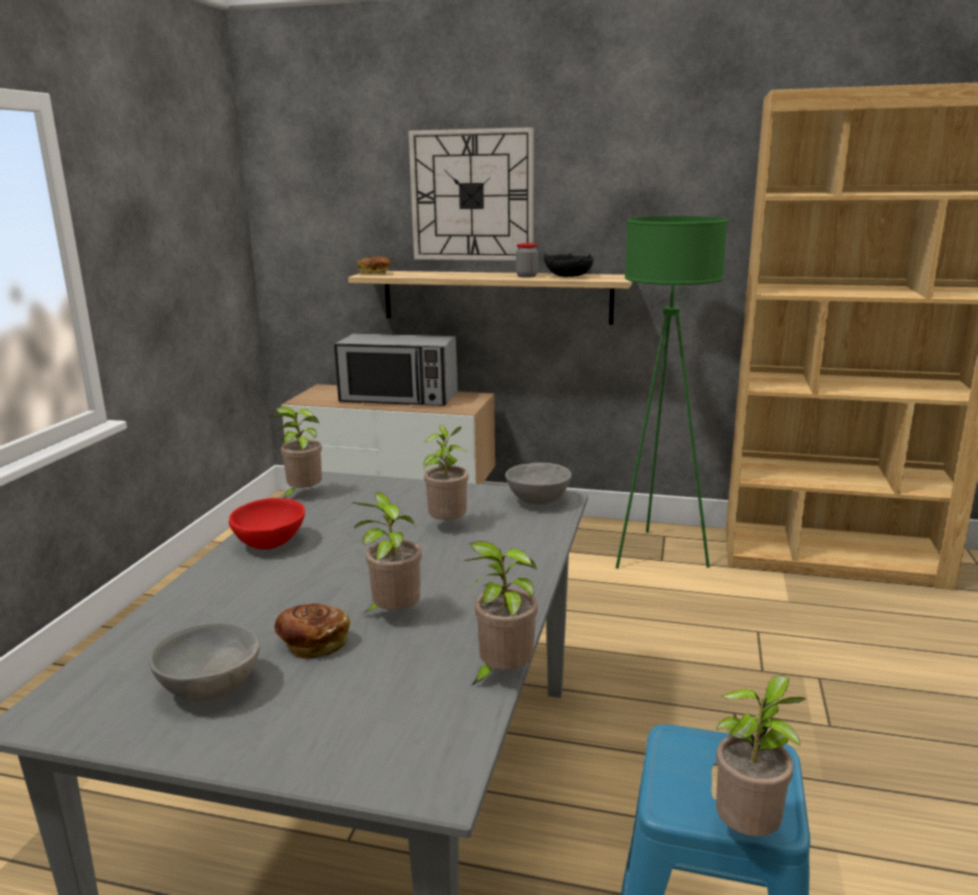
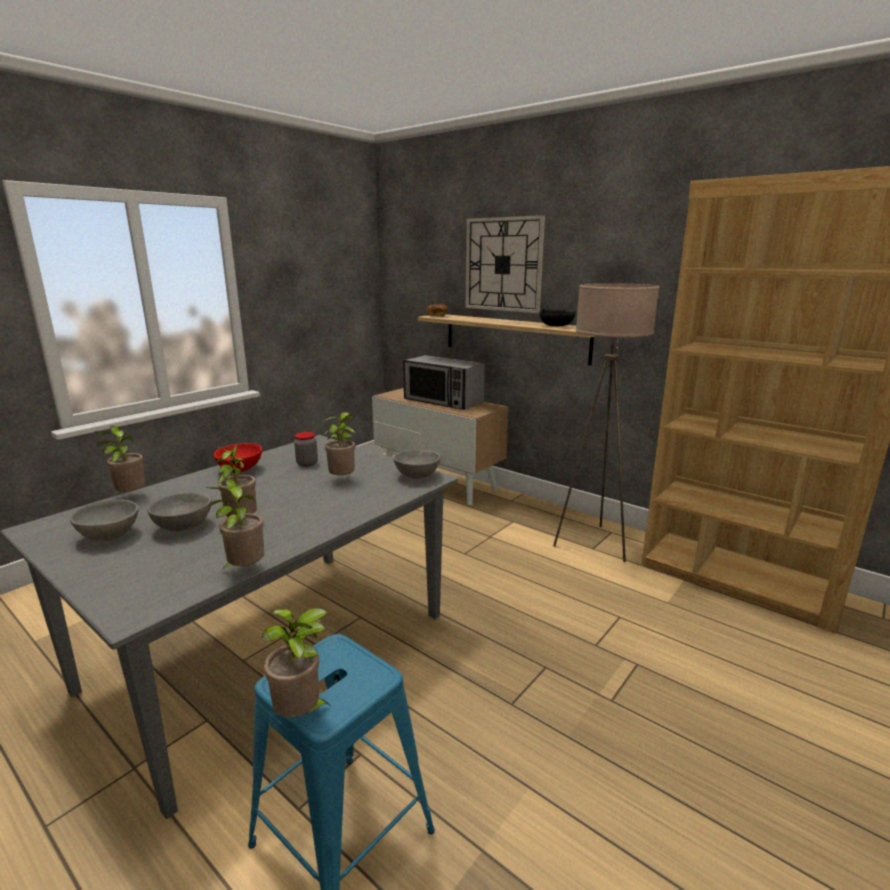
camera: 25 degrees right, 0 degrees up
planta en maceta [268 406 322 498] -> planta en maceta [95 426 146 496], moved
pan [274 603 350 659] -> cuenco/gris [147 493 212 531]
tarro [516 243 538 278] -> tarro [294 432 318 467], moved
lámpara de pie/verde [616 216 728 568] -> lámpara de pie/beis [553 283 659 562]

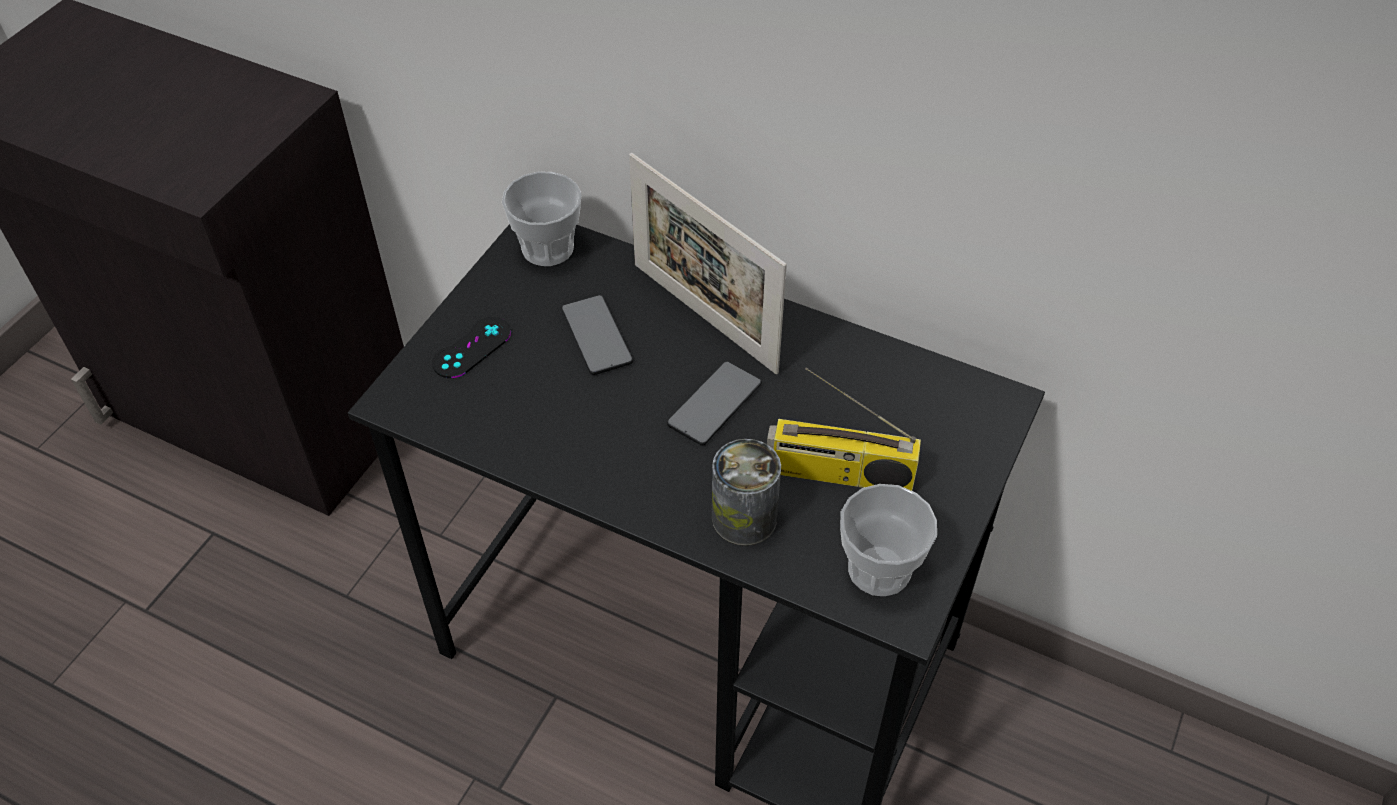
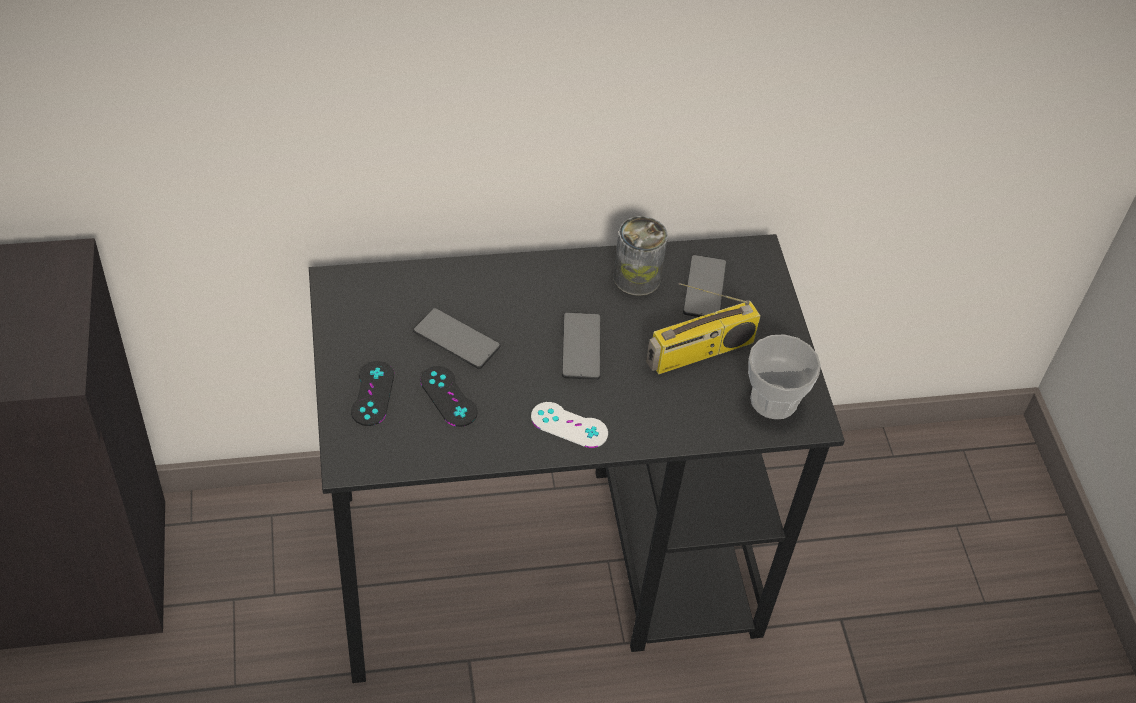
camera: 40 degrees left, 0 degrees up
none -> mando de consola/negro [420 366 478 427]
none -> mando de consola/blanco [531 402 608 448]
lata [712 439 781 546] -> lata [613 216 668 296], moved
none -> móvil [683 255 727 317]
taza [502 171 582 266] -> none
portarretratos [629 153 787 374] -> none

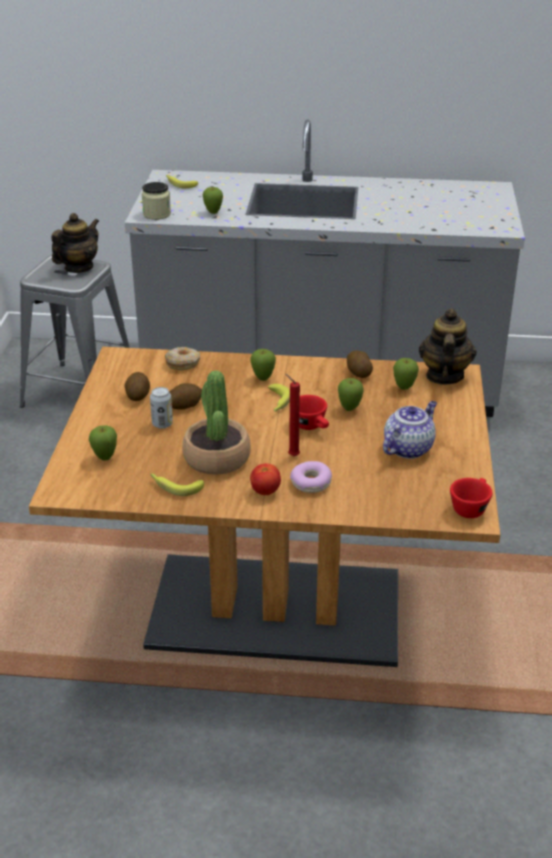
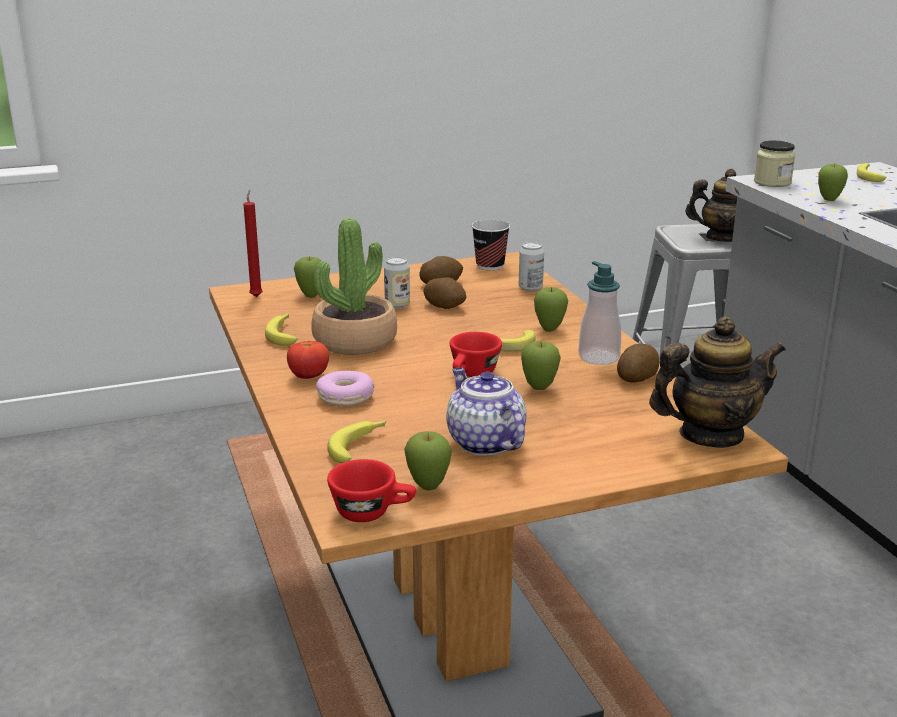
camera: 65 degrees right, 10 degrees down
vela/rojo [285 374 300 456] -> vela/rojo [244 189 263 297], moved
none -> plátano [327 420 386 463]
manzana [393 358 419 390] -> manzana [404 431 452 490], moved
tetera [383 401 437 459] -> tetera [446 367 526 455], 135 degrees counterclockwise
none -> taza [472 220 510 270]
rosquilla [165 347 200 370] -> lata [519 242 544 291]
none -> dispensador de jabón [578 261 621 365]

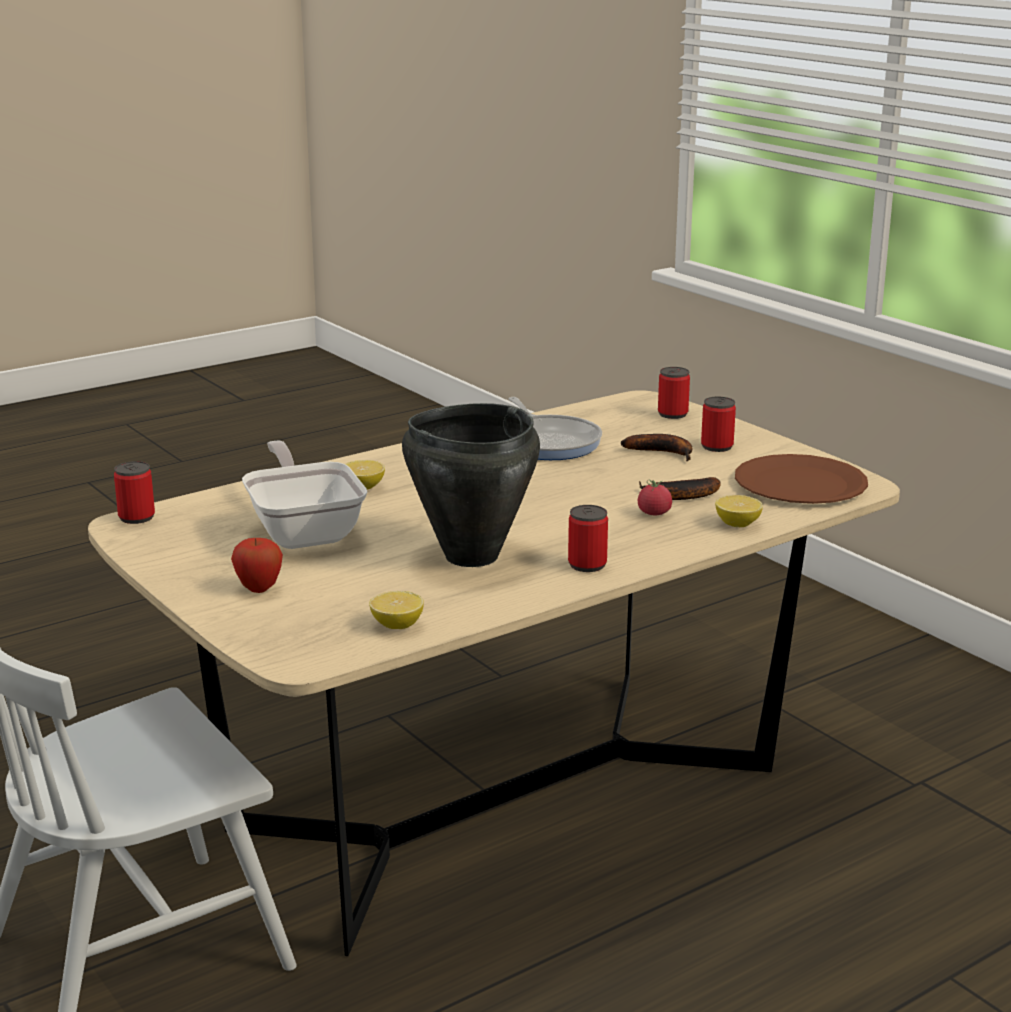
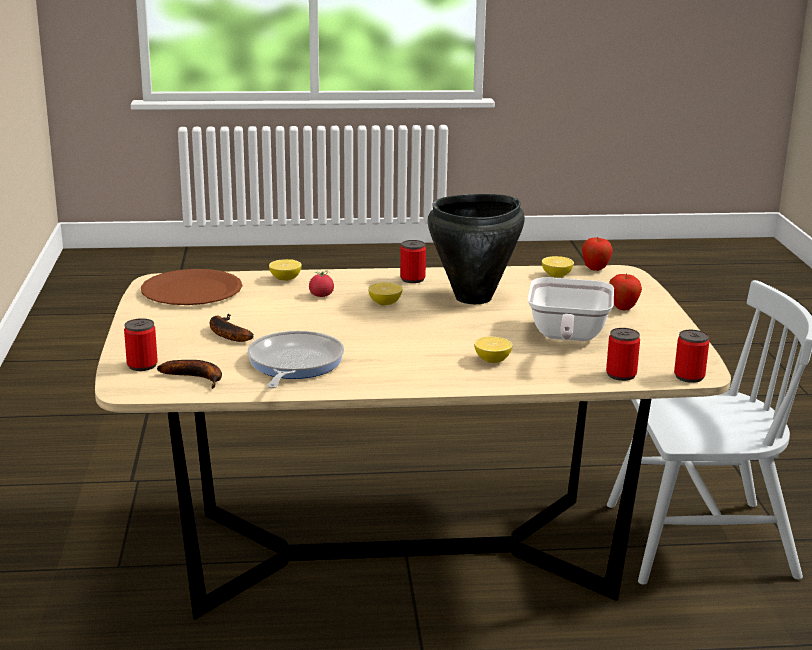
camera: 150 degrees left, 0 degrees up
plátano [639 477 721 500] -> plátano [157 360 222 389], moved
none -> limón [368 283 402 306]
none -> manzana [582 237 613 271]
lata [701 397 736 452] -> lata [606 328 640 381], moved

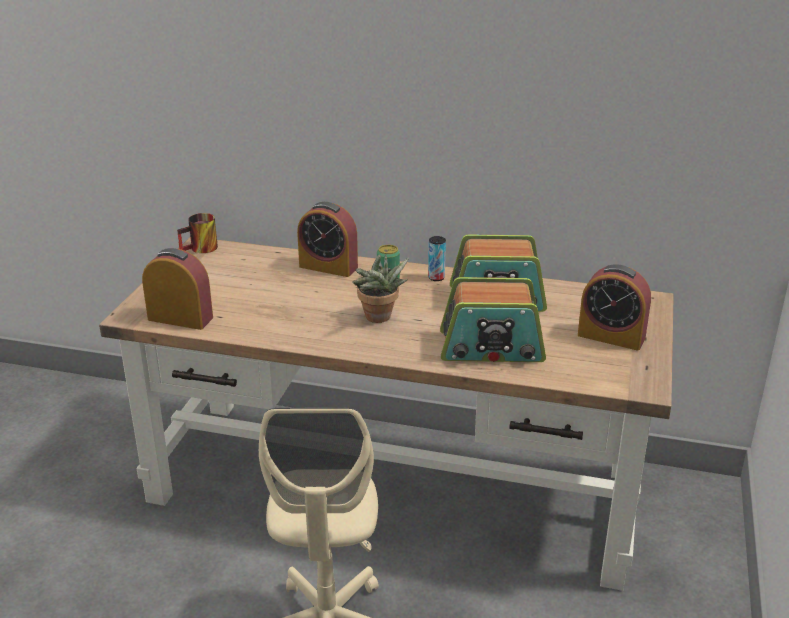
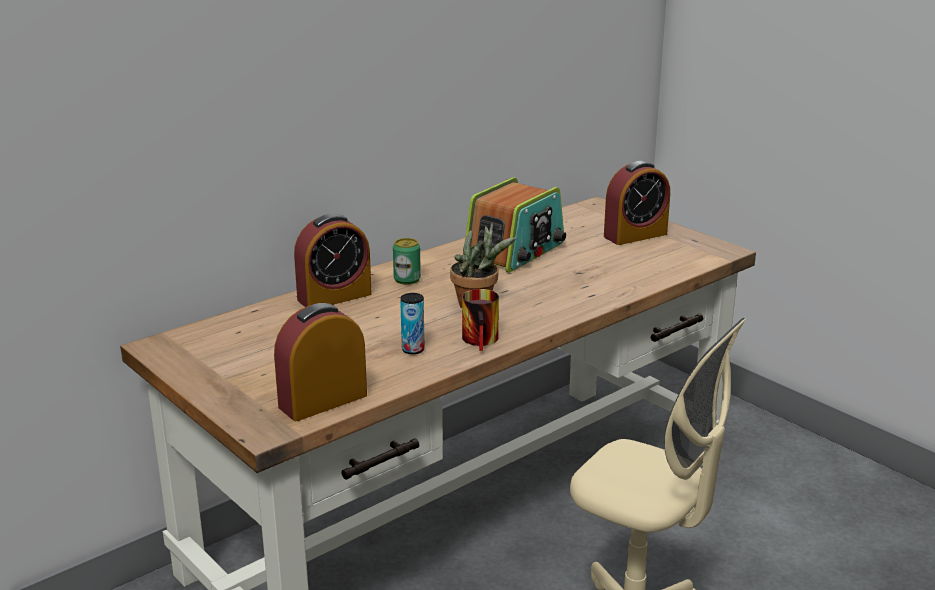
camera: 55 degrees left, 5 degrees down
lata [428 236 446 281] -> lata [400 293 425 354], moved
taza grande [177 213 218 253] -> taza grande [462 289 499 351], moved
radio [440 277 546 362] -> none

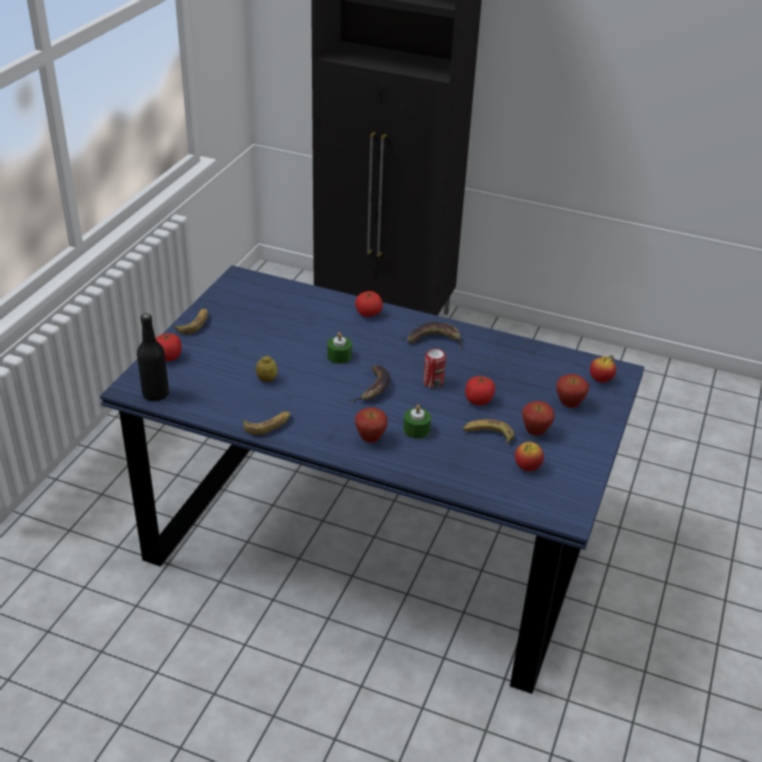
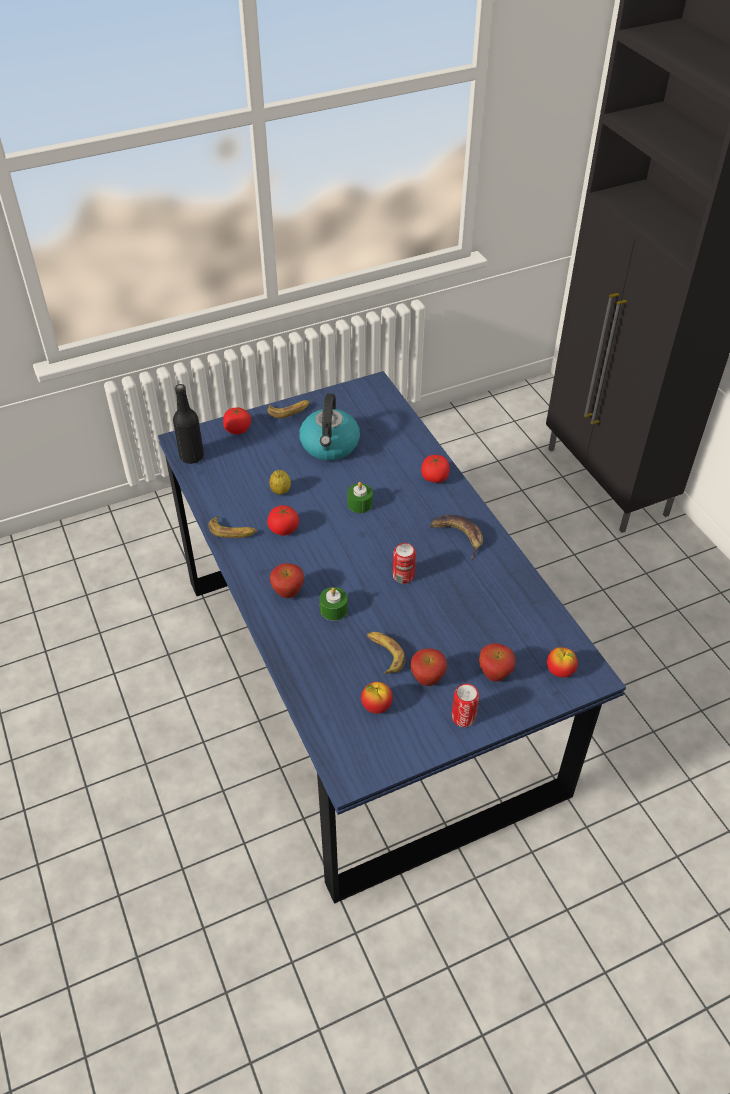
camera: 45 degrees right, 10 degrees up
tomate [465 376 495 405] -> tomate [267 505 299 536], moved
none -> hervidor [299 393 360 460]
none -> lata [452 684 479 727]
plátano [350 365 390 402] -> none

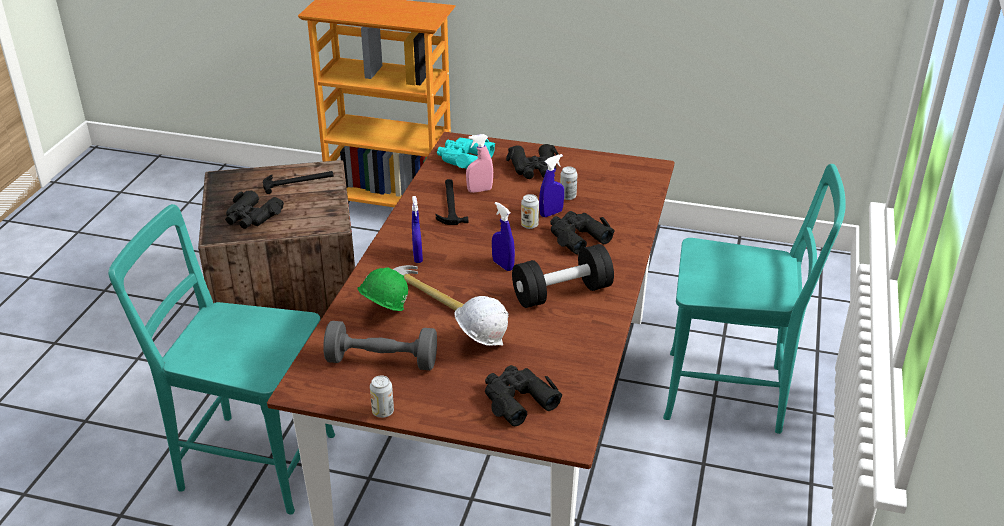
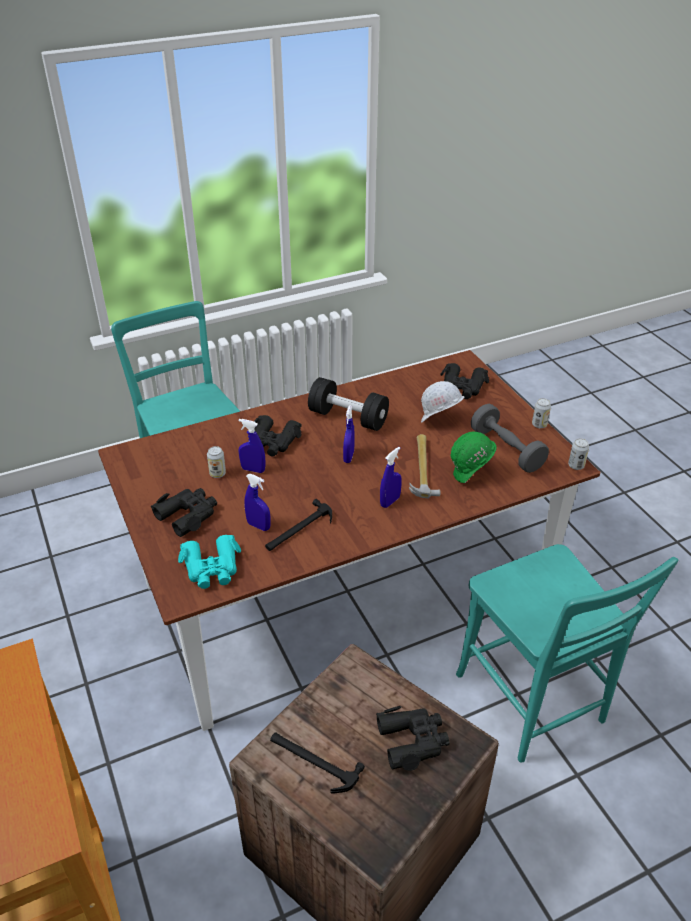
camera: 130 degrees left, 5 degrees up
pulverizador/rosa [466 134 493 193] -> pulverizador/azul [244 474 271 531]
lata [521 194 539 229] -> lata [568 438 589 470], moved

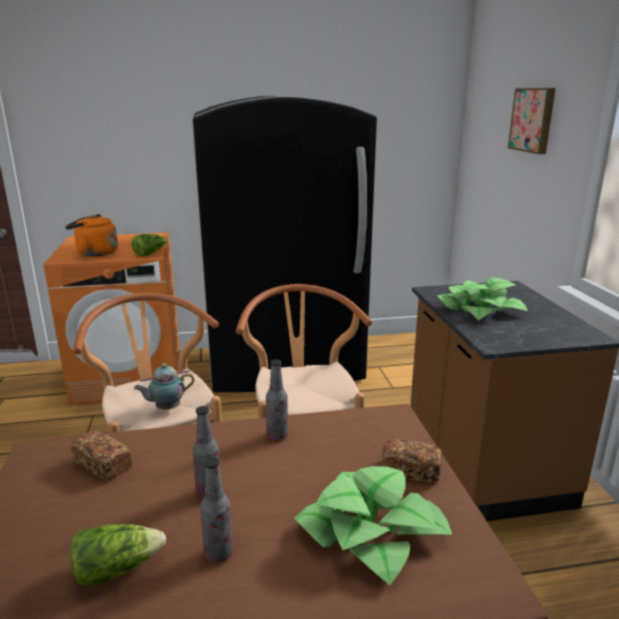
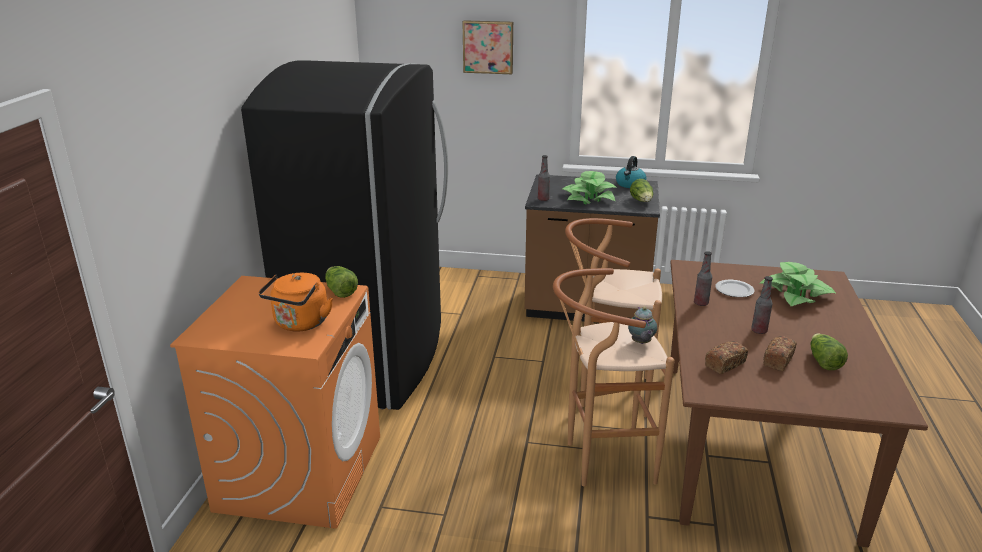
camera: 70 degrees left, 5 degrees up
botella [200 457 233 563] -> botella [538 155 550 201], moved
none -> hervidor [616 156 646 188]
none -> lechuga [630 179 653 202]
none -> plato [715 280 754 297]
pan [382 439 442 483] -> pan [763 336 797 371], moved

